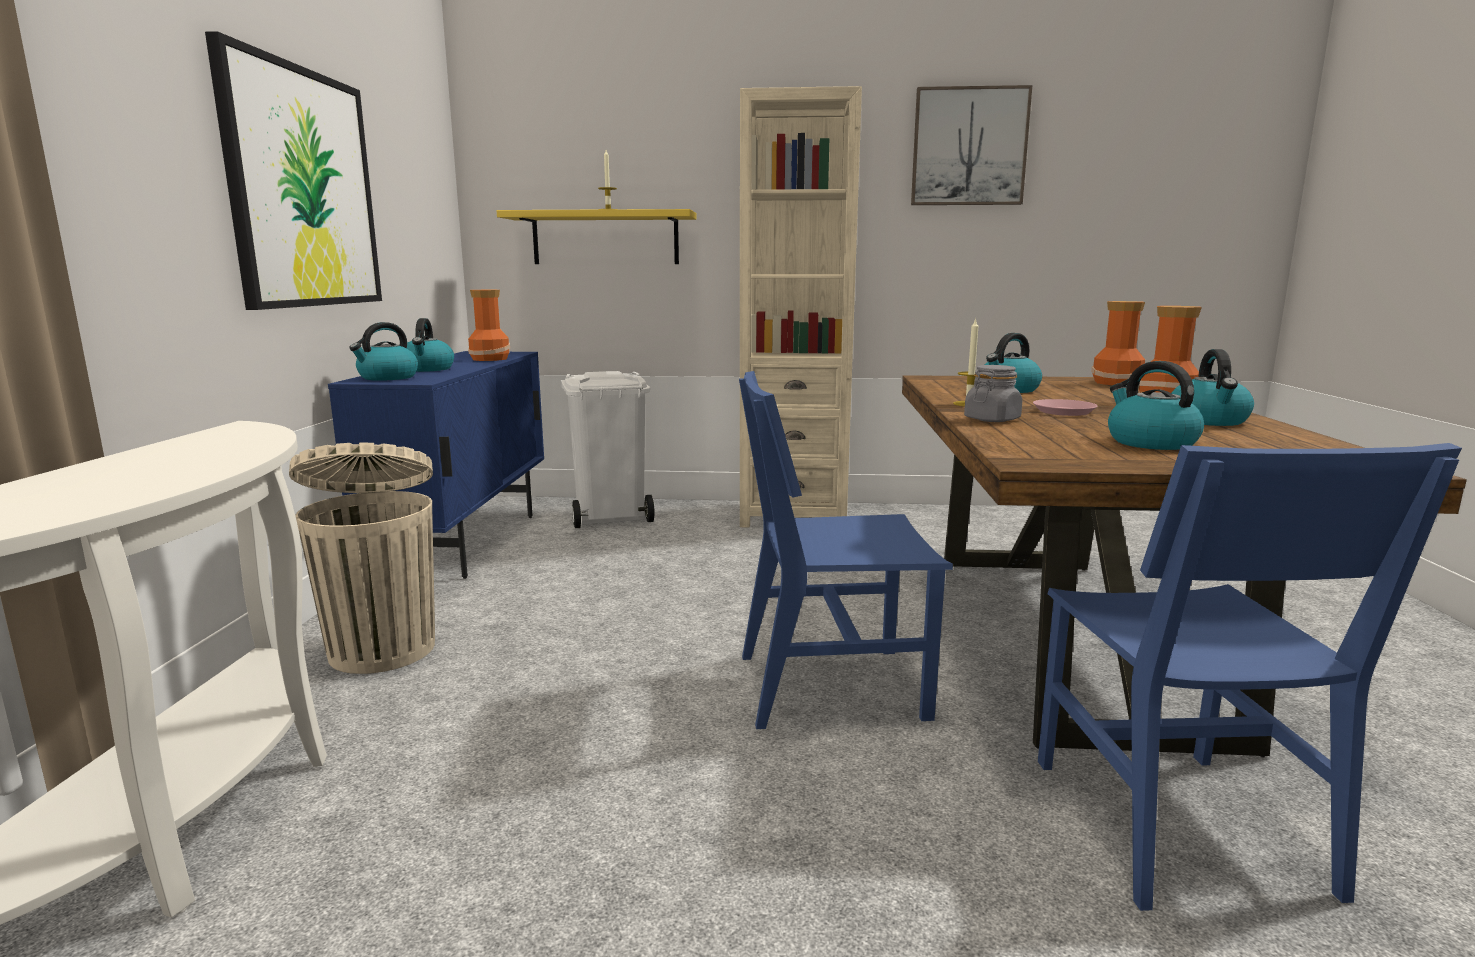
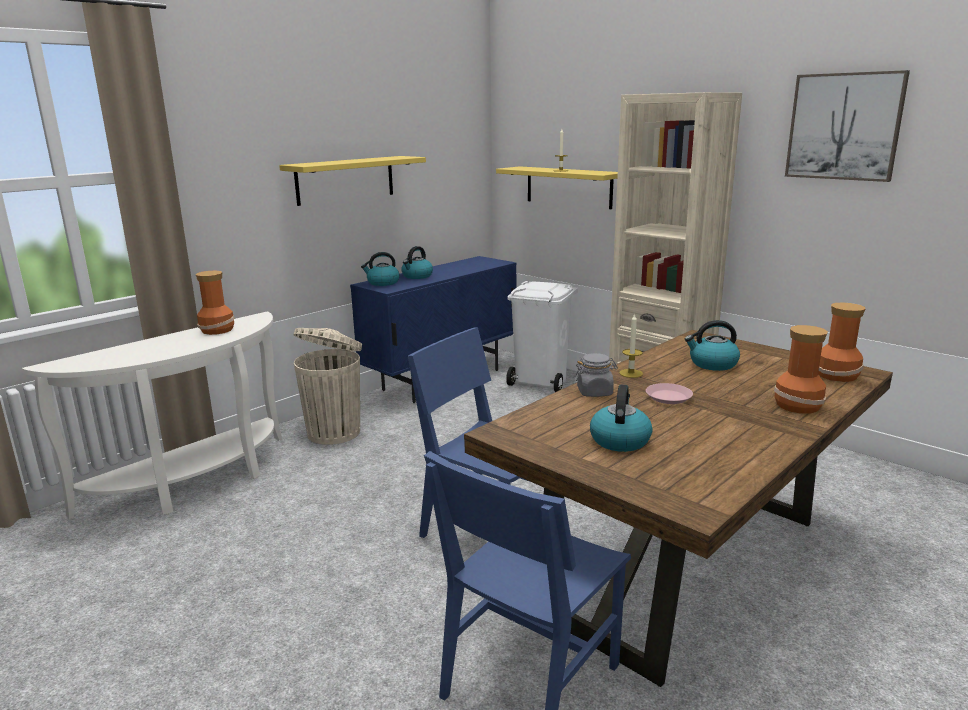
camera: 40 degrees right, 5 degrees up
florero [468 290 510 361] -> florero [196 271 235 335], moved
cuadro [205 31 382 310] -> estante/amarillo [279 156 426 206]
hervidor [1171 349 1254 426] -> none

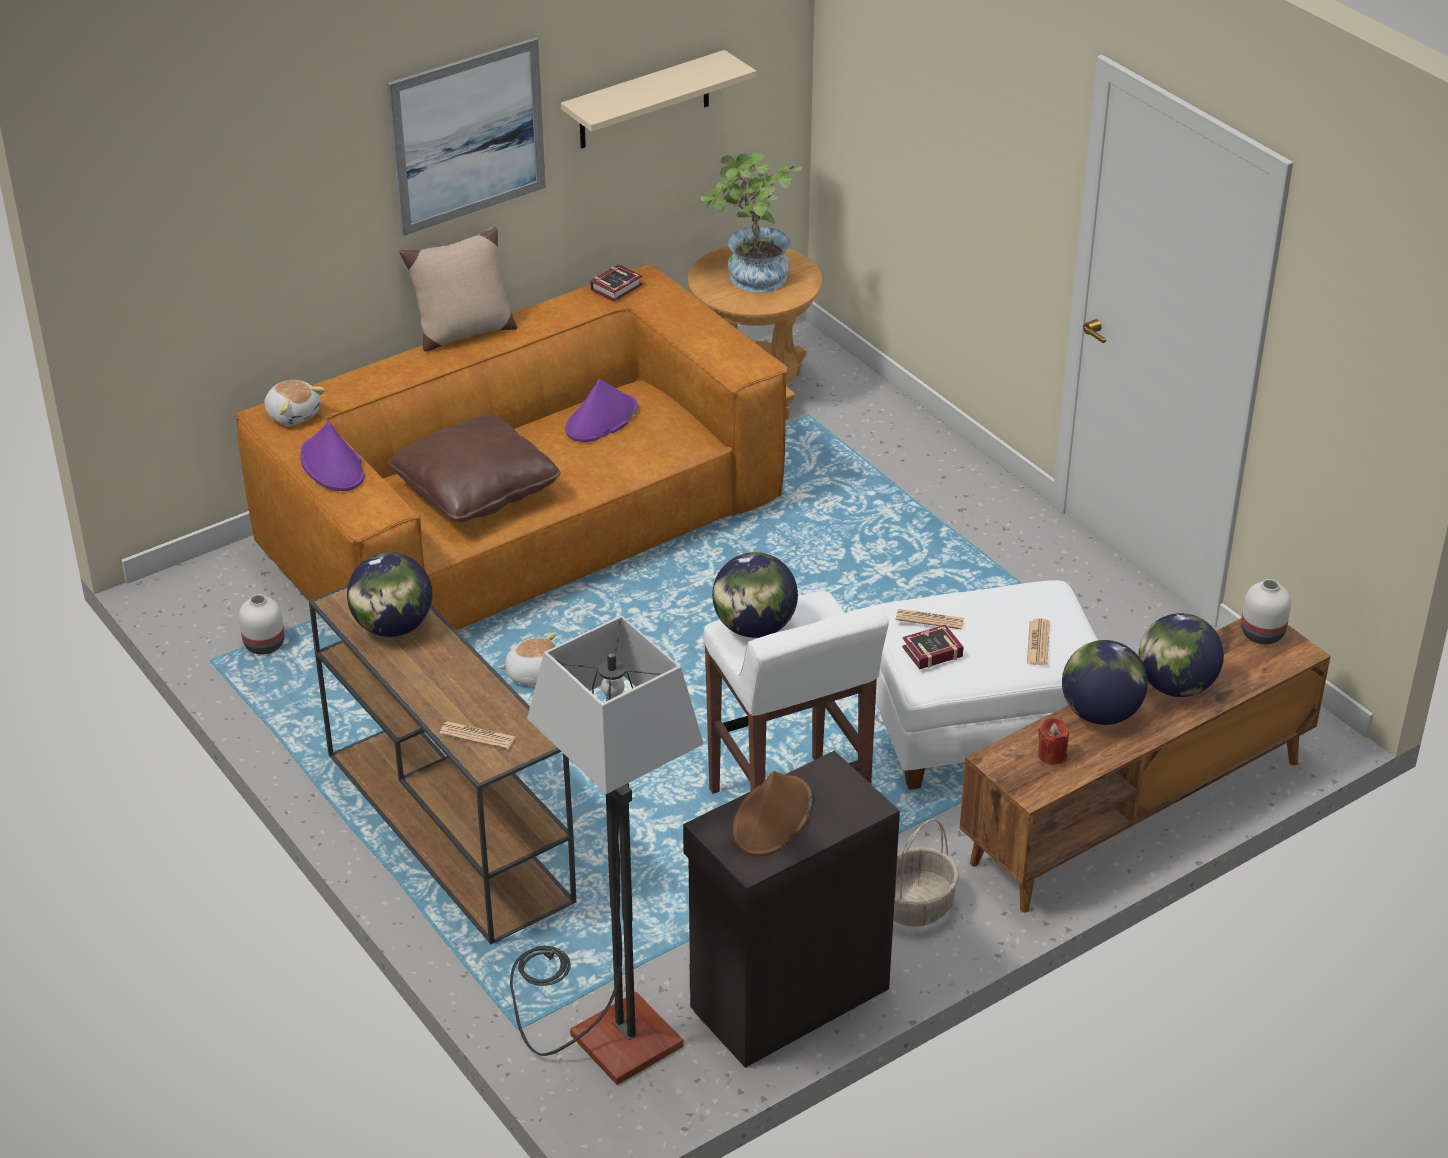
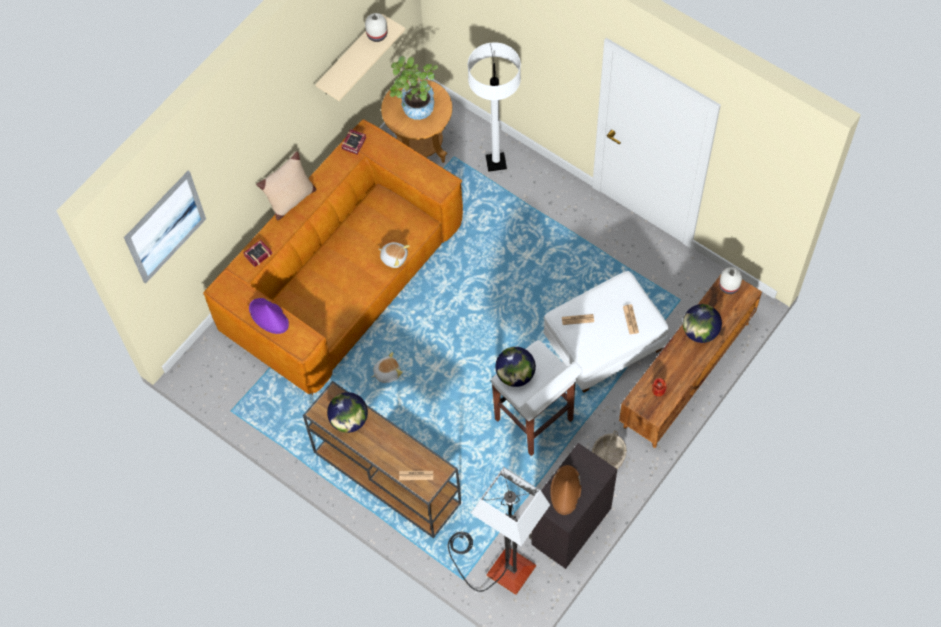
camera: 15 degrees left, 25 degrees up
cuadro [387 37 546 236] -> cuadro [124 171 206 284], moved
libro [902 625 964 669] -> libro [243 240 272 267], moved
florero/blanco [239 594 284 655] -> florero/blanco [365 13 388 42], moved
peluche [264 380 325 426] -> peluche [379 242 410 268], moved
none -> lámpara de pie/blanco [468 42 521 172]
cojín/marrón [388 415 560 522] -> none
sombrero/morado [565 379 638 442] -> none
globo terráqueo [1062 640 1148 725] -> none

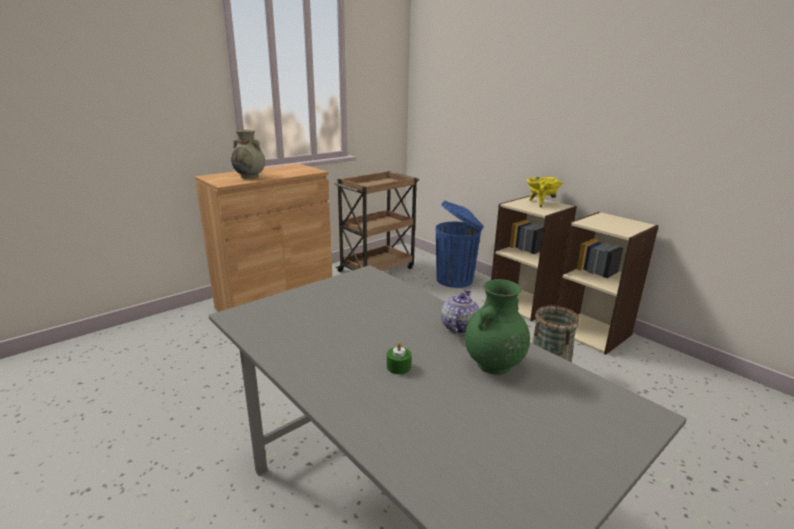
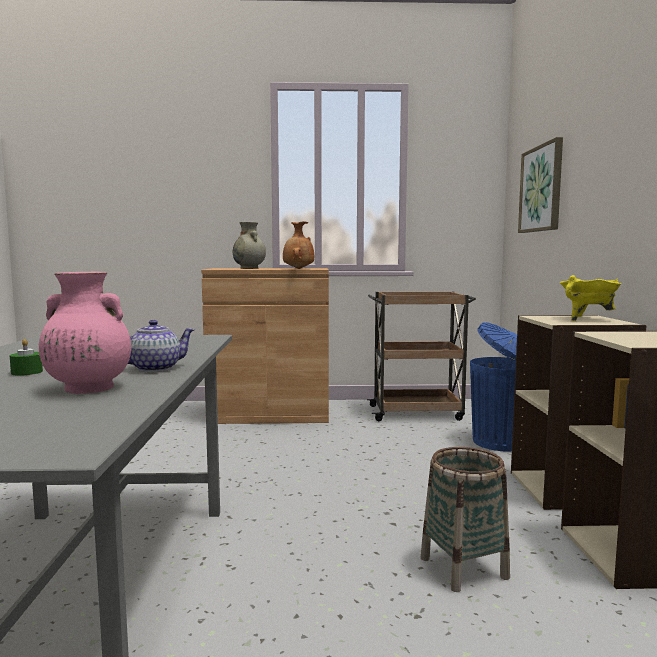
camera: 40 degrees right, 15 degrees down
florero/verde [465 279 530 374] -> florero/rosa [39 272 131 394]
none -> florero/marrón [283 221 314 269]
none -> cuadro [518 137 563 233]

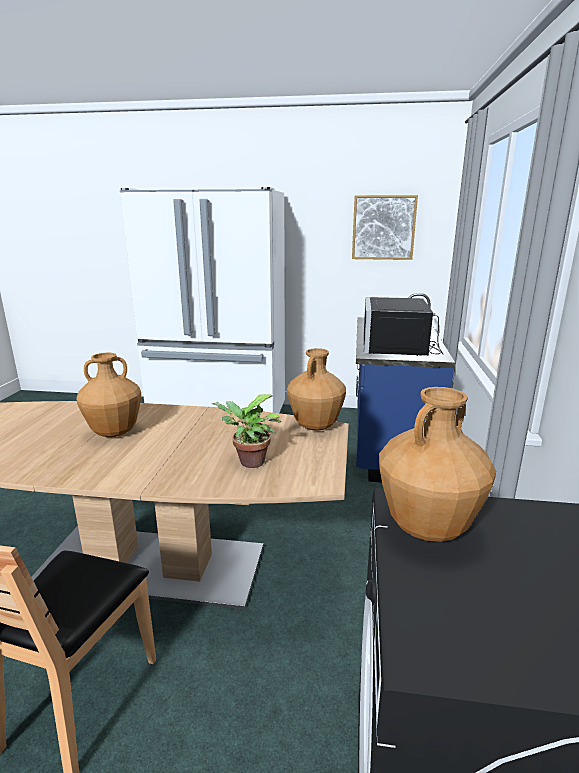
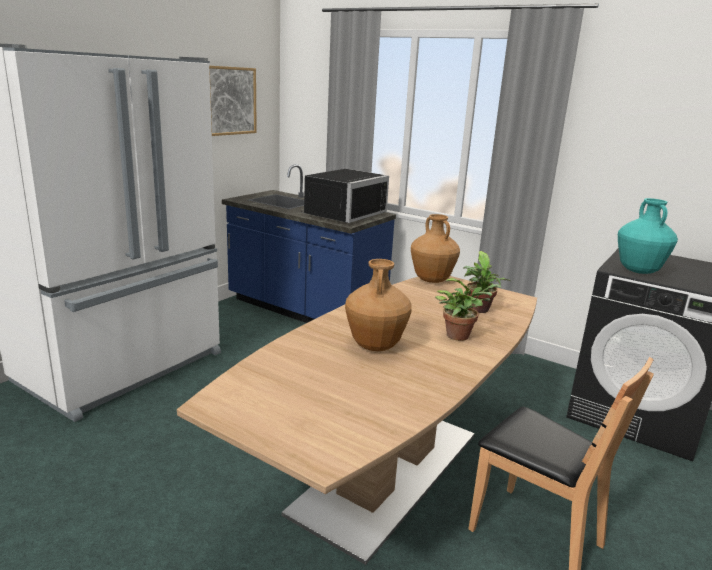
camera: 65 degrees left, 0 degrees up
microondas/negro [363 297 443 356] -> microondas/negro [301 169 389 223], 90 degrees counterclockwise
none -> planta en maceta [435 278 502 341]
florero/marrón [379 387 496 542] -> florero/turquesa [618 198 678 274]

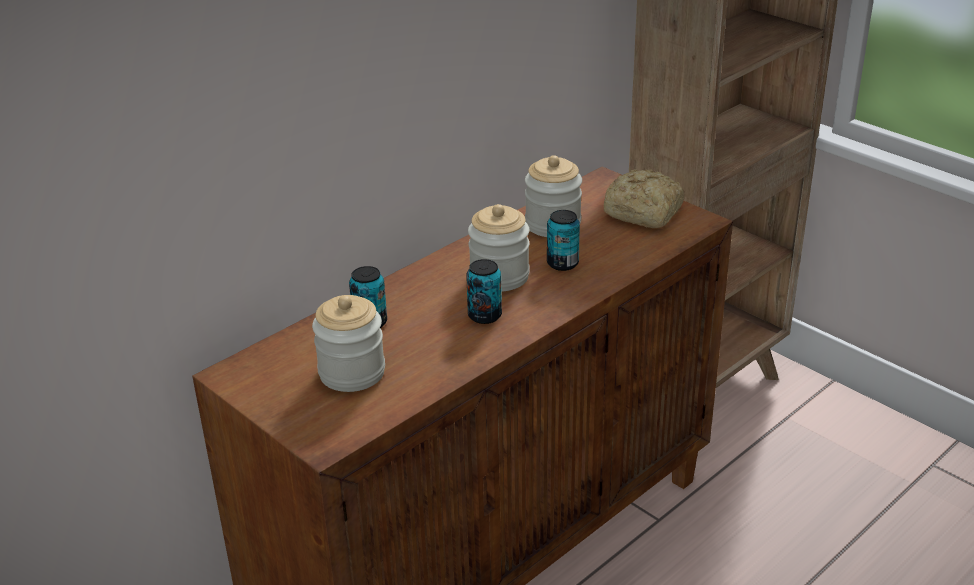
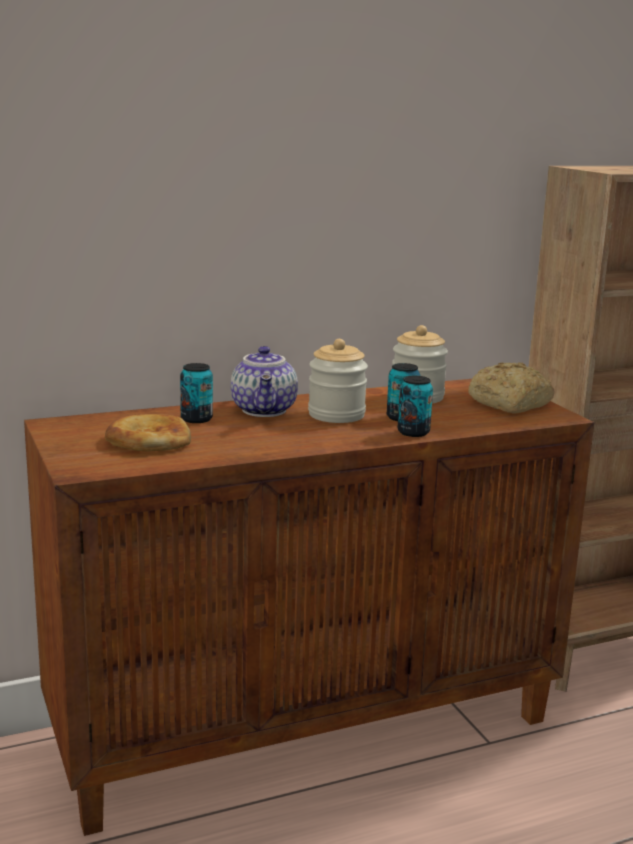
camera: 20 degrees right, 15 degrees down
tarro [312 295 385 392] -> pan [105 414 191 452]
none -> tetera [231 346 298 417]
lata [466 259 502 324] -> lata [398 376 433 437], moved

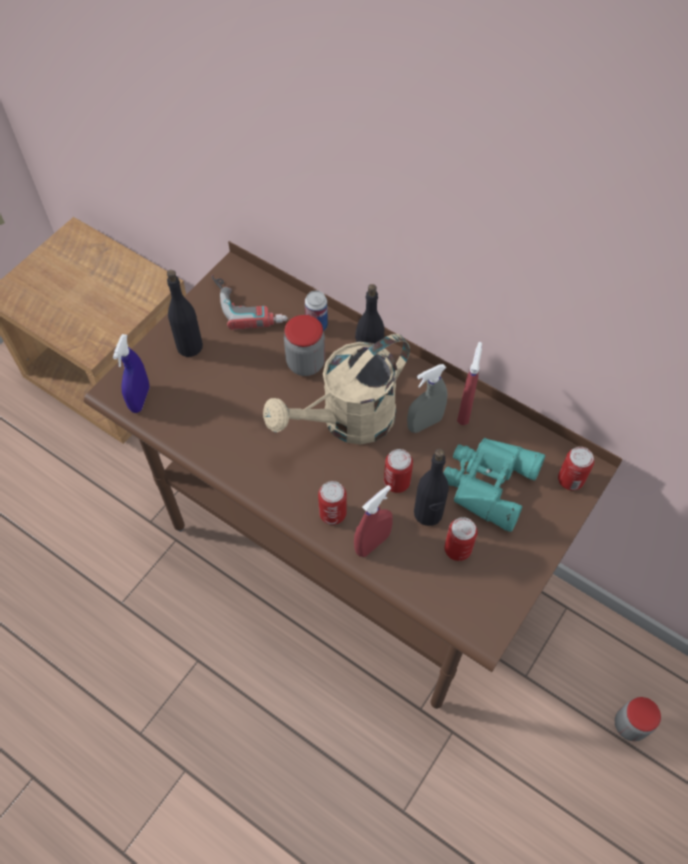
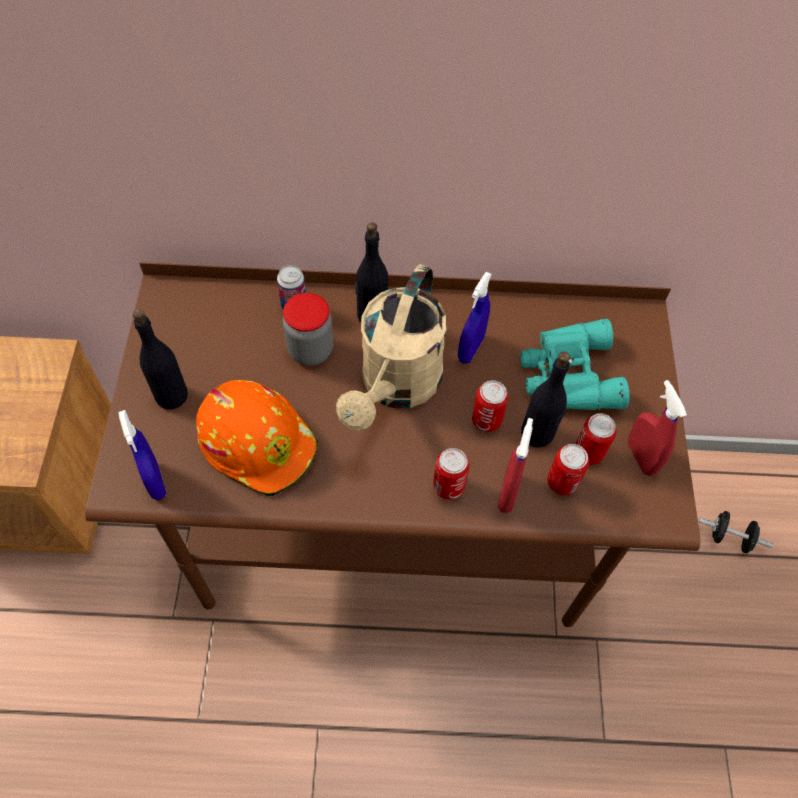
camera: 35 degrees left, 0 degrees up
none -> casco/naranja [196 380 318 496]
pulverizador/gris [407 364 448 433] -> pulverizador/azul [458 272 492 364]
lata [558 447 594 490] -> lata [547 444 589 495], moved
pulverizador/rojo [457 342 482 425] -> pulverizador/rojo [628 380 687 476], moved
tarro [615 697 661 741] -> mancuerna/negro [699 511 773 553]
taladro [211 274 288 330] -> none

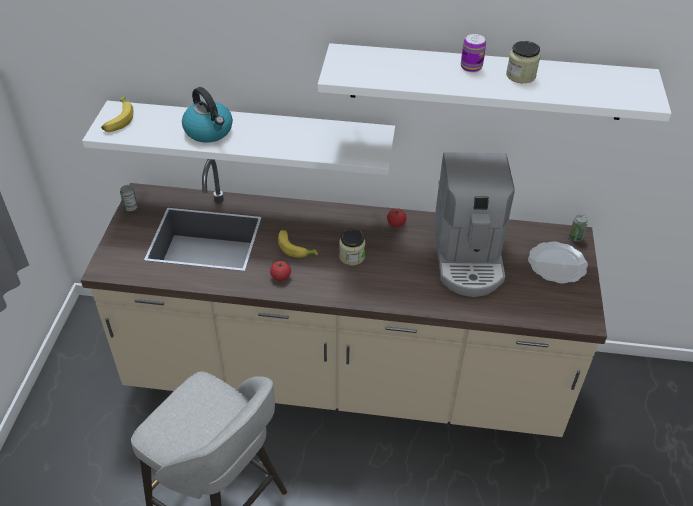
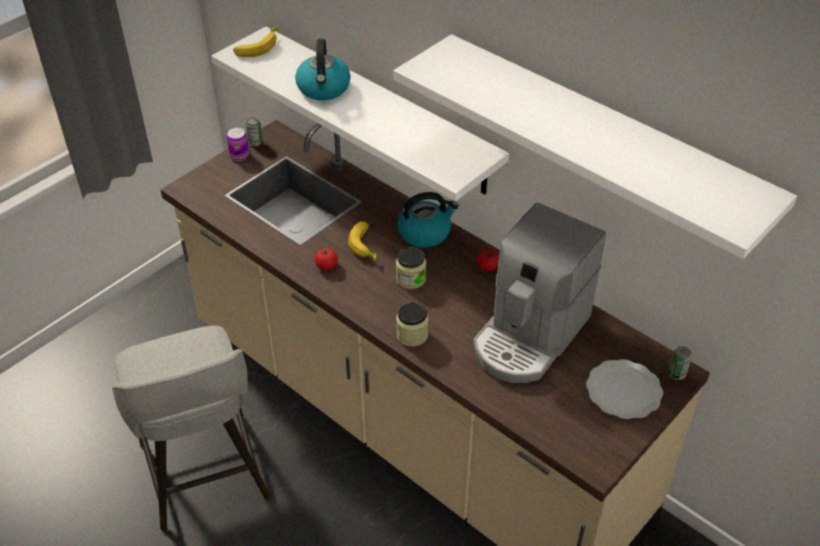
camera: 35 degrees right, 0 degrees up
lata [461 34 486 72] -> lata [226 128 249 161], moved
tarro [506 41 540 83] -> tarro [396 302 429 347], moved
none -> hervidor [397 192 459 248]

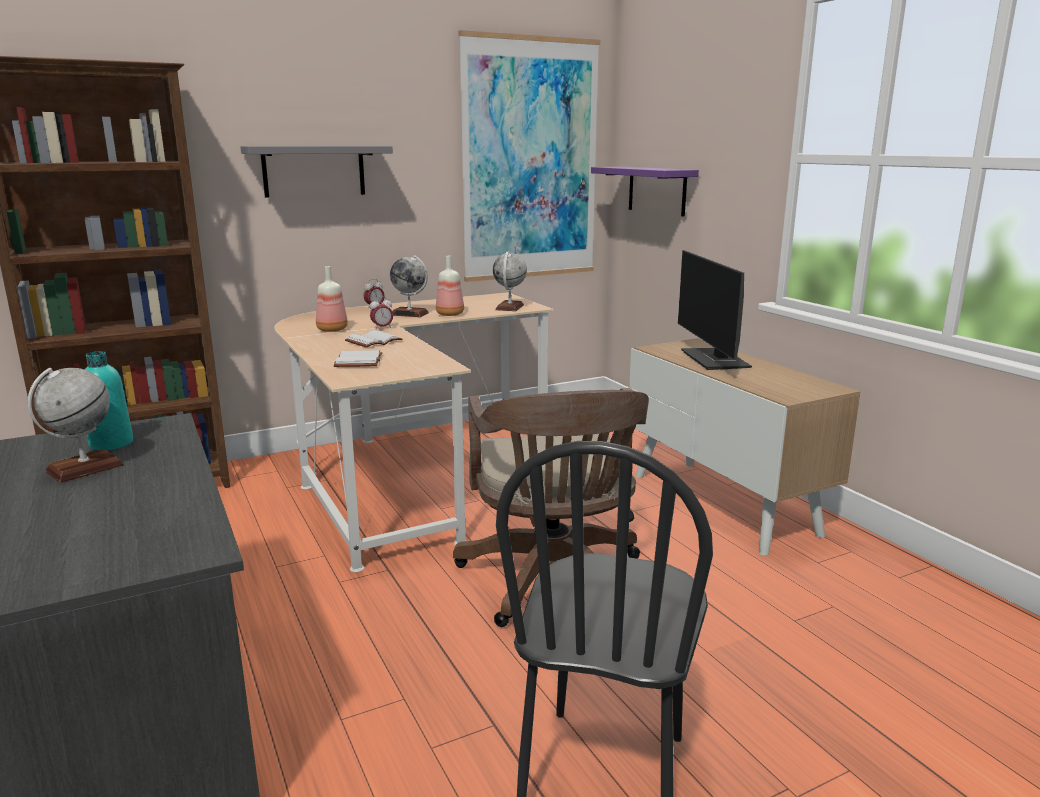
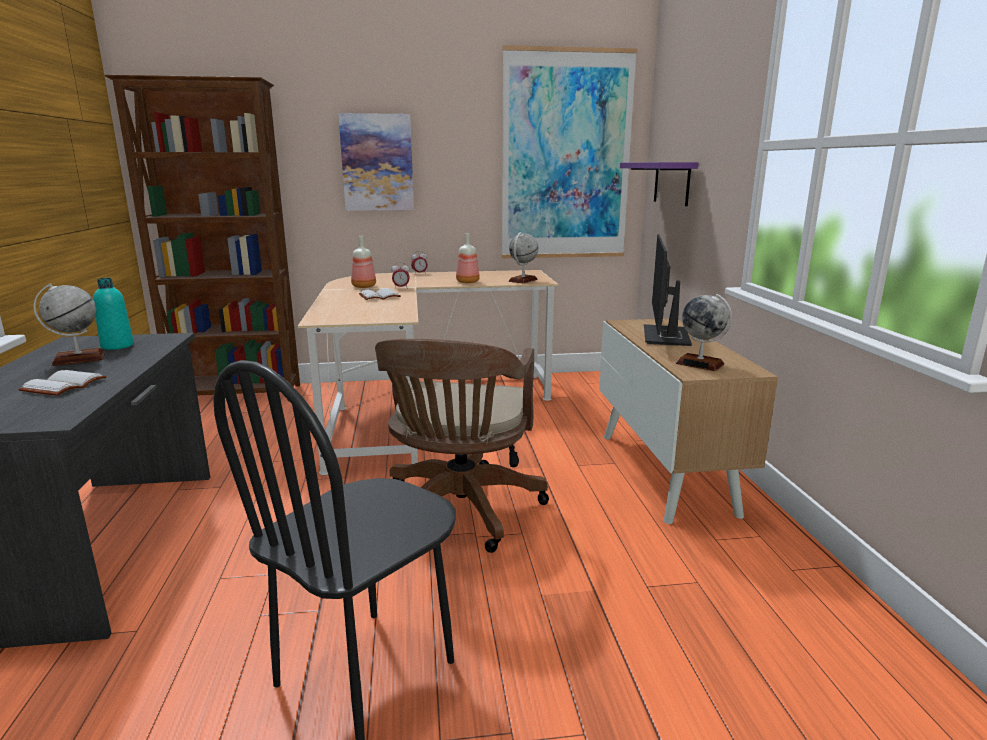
camera: 20 degrees right, 0 degrees up
libro/blanco [334 350 382 367] -> libro/blanco [18 370 107 396], moved
estante/gris [240 146 393 198] -> cuadro [338 113 414 211]
globo terráqueo [390 255 429 317] -> globo terráqueo [676 294 732 371], moved

